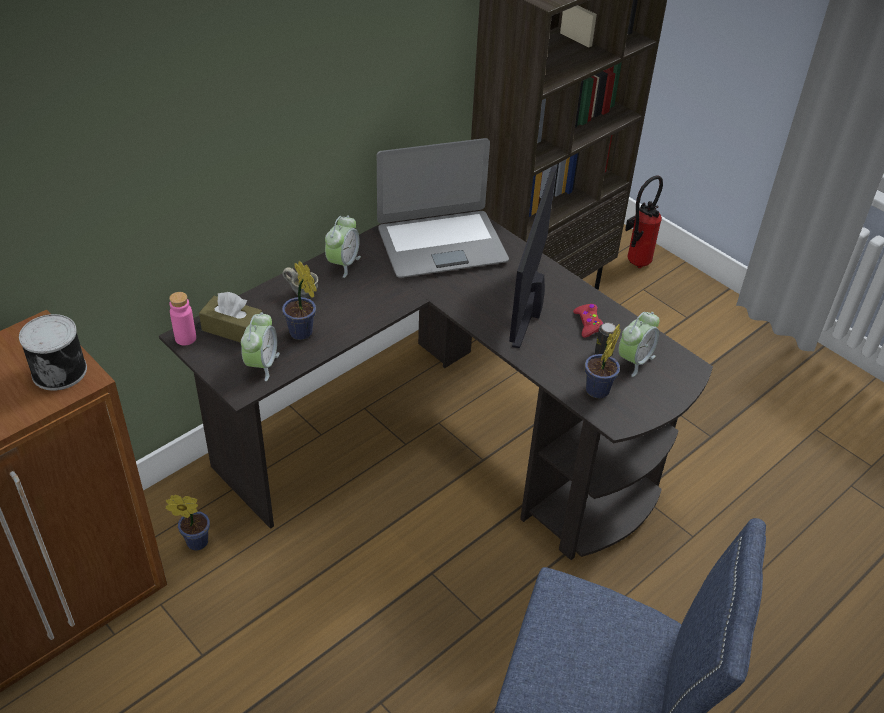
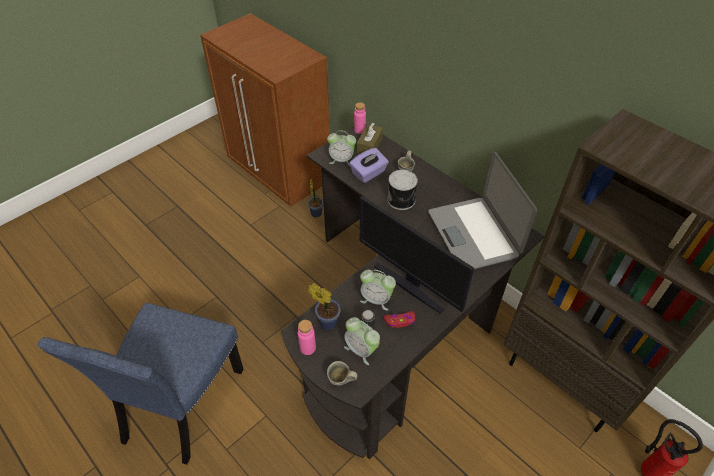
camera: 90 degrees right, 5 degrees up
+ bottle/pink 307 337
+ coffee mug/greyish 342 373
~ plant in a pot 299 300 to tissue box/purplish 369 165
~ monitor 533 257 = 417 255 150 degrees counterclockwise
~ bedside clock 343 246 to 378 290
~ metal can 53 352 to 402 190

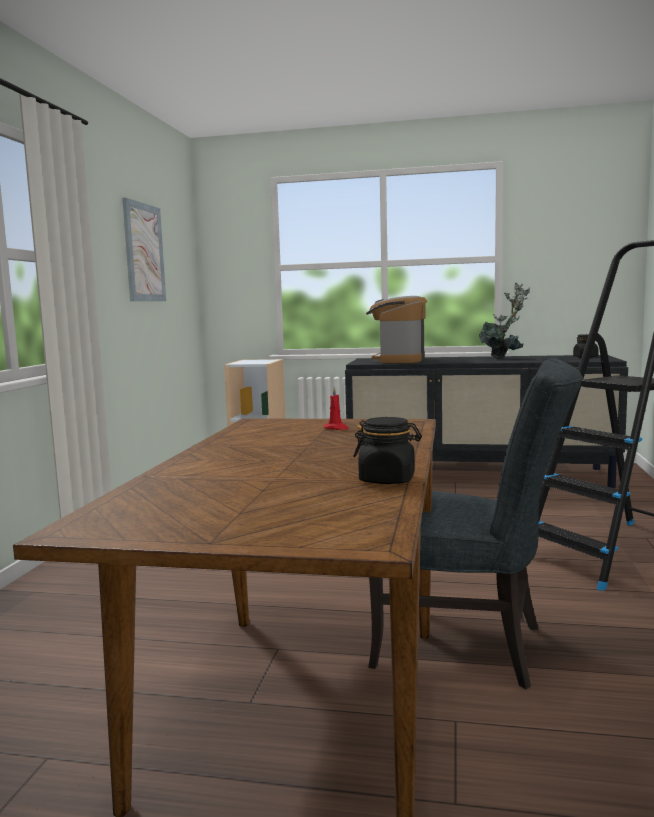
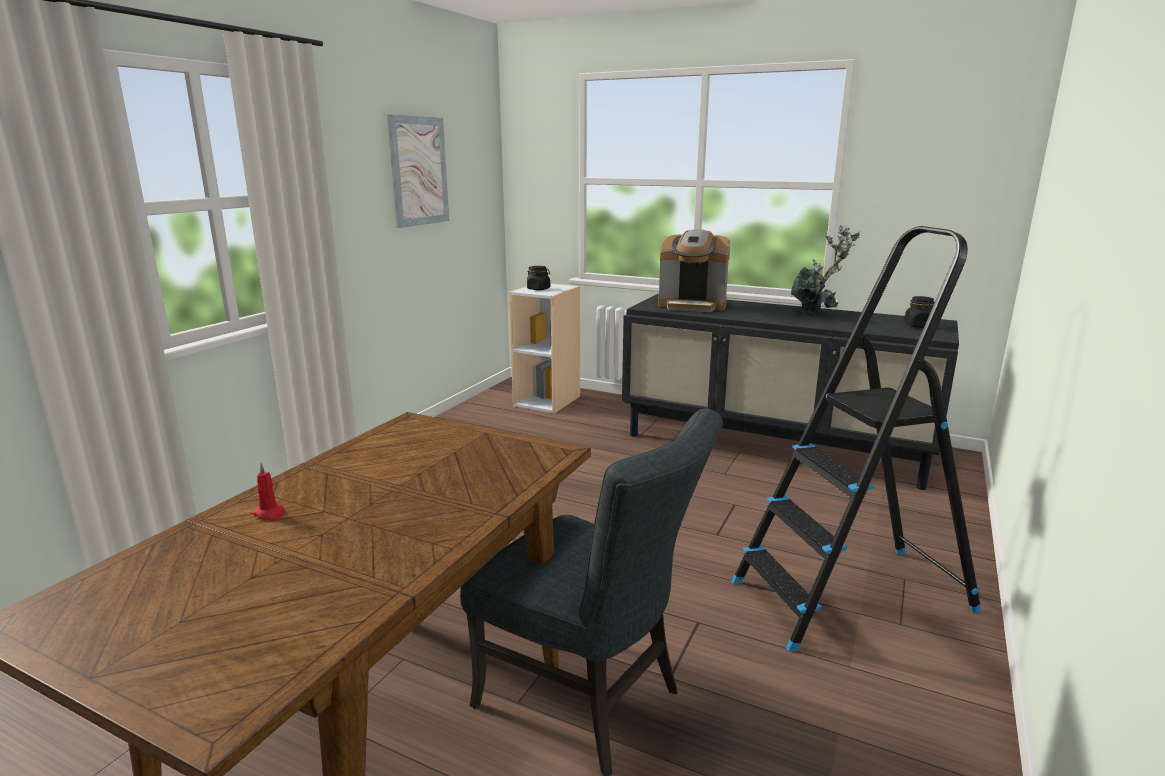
camera: 15 degrees right, 10 degrees up
~ wax candle/red-coloured 336 408 to 268 491
~ storage jar/black-coloured 387 450 to 538 278
~ coffee machine 396 329 = 694 270 105 degrees counterclockwise

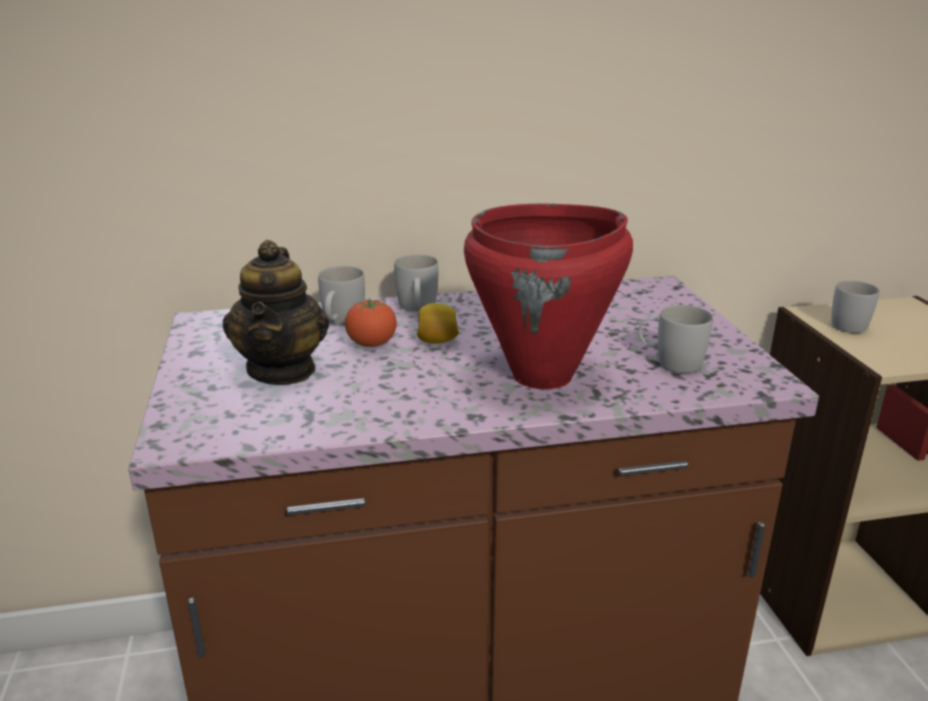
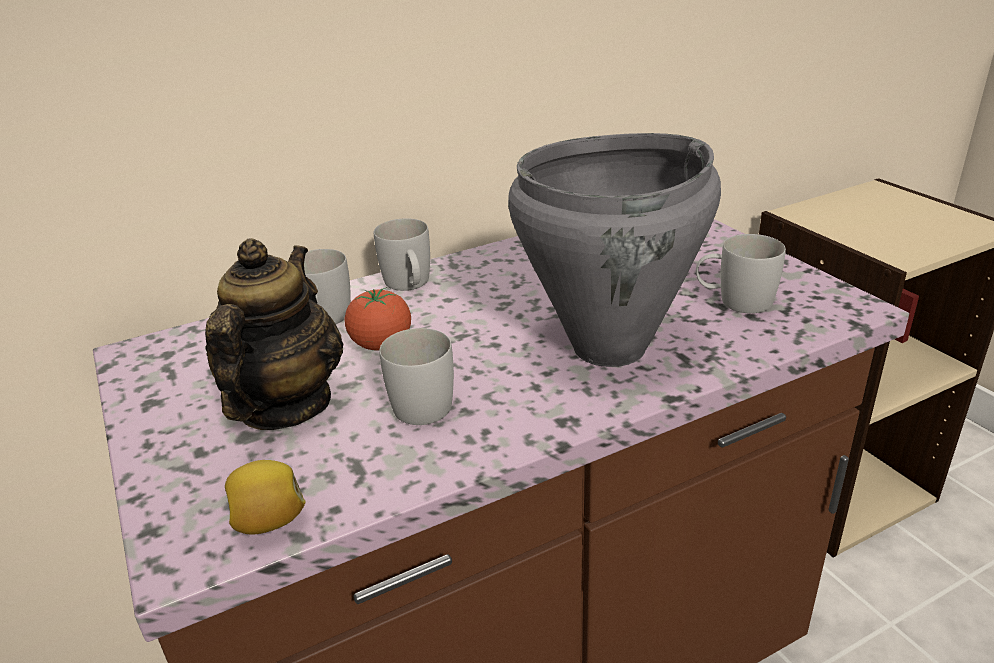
camera: 15 degrees left, 5 degrees up
~ pot for tea 276 312 = 274 334 150 degrees counterclockwise
~ citrus fruit 438 323 to 265 497
~ coffee mug/white 855 307 to 416 376
~ cooking pot/red-coloured 548 296 to cooking pot/greyish 614 250

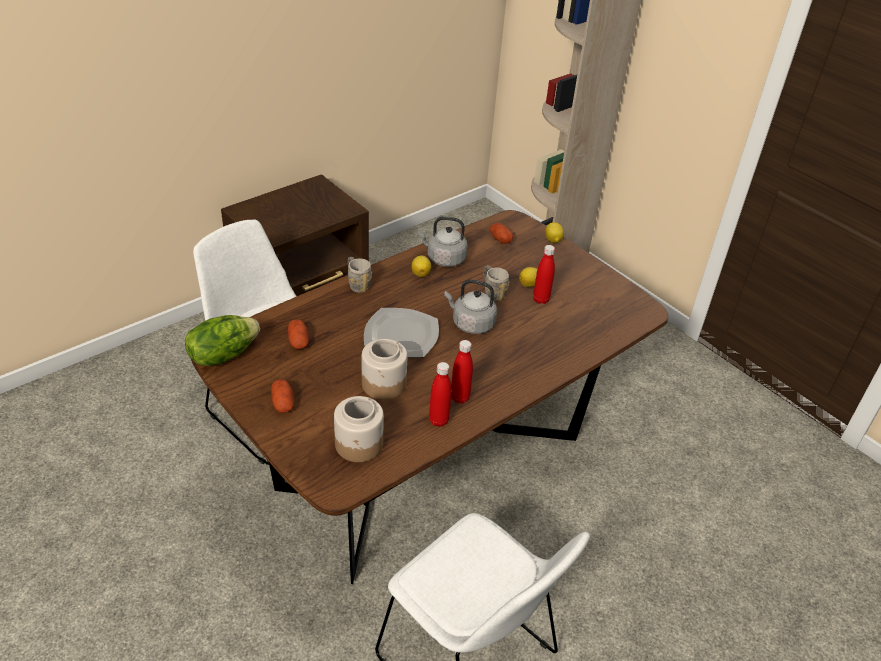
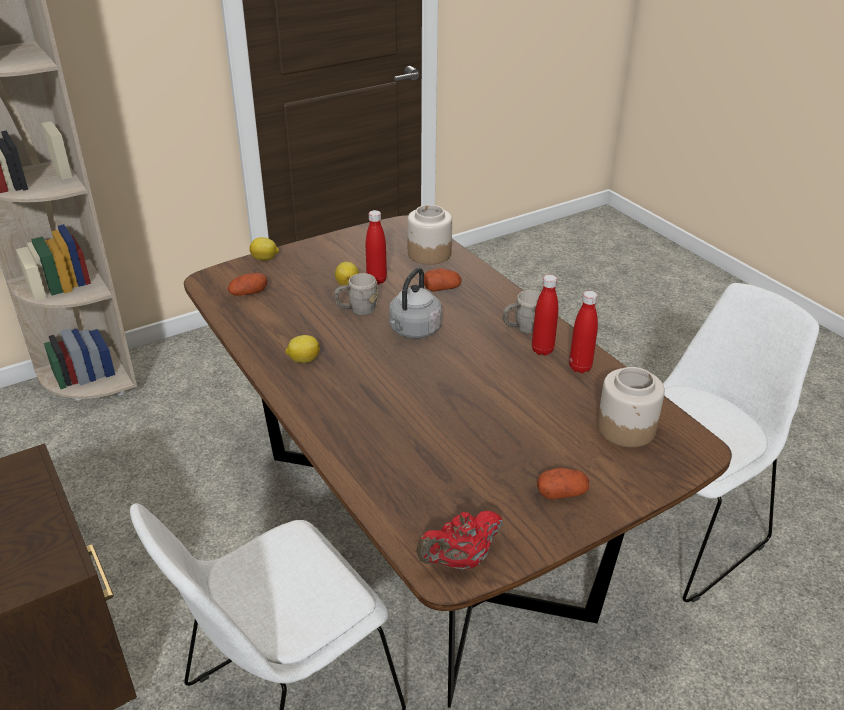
camera: 80 degrees left, 5 degrees down
~ storage jar 384 369 to 429 235
~ lettuce head 222 340 to pot for tea/red-coloured 459 539
~ whole potato 298 334 to 442 280
~ coffee mug/greyish 360 275 to 522 312
- flat dish 401 333
- water kettle/greyish 442 242

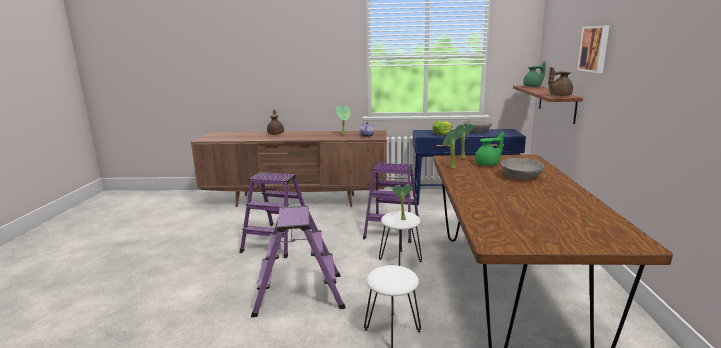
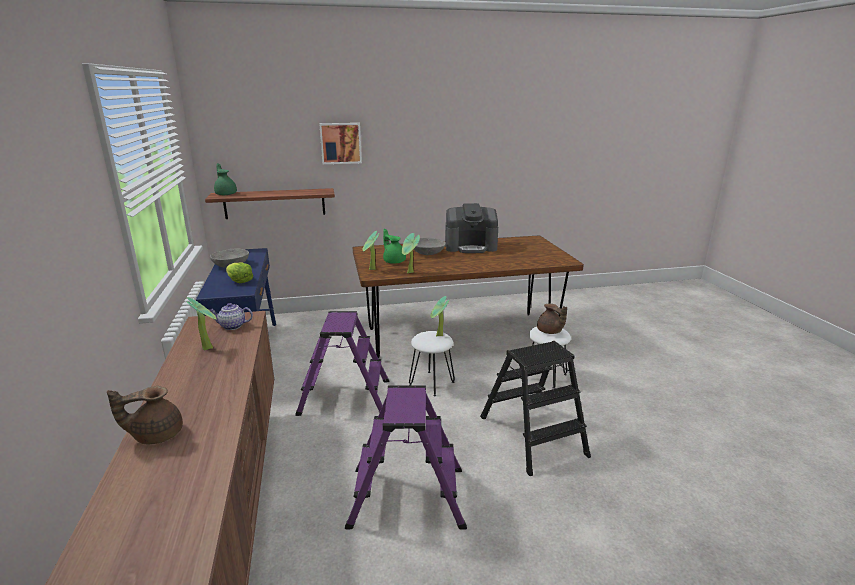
camera: 105 degrees left, 5 degrees up
+ coffee machine 471 228
~ stepladder/purplish 298 261 to stepladder/black-coloured 535 408
~ pot for tea/brownish 560 81 to 552 319

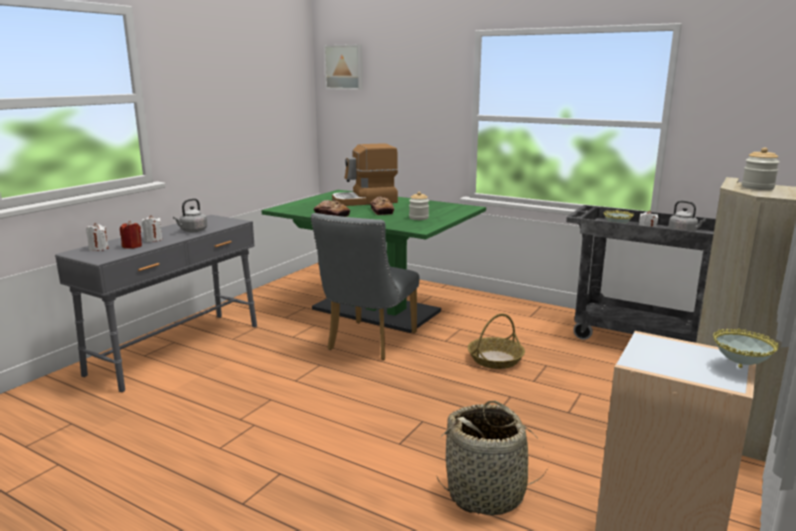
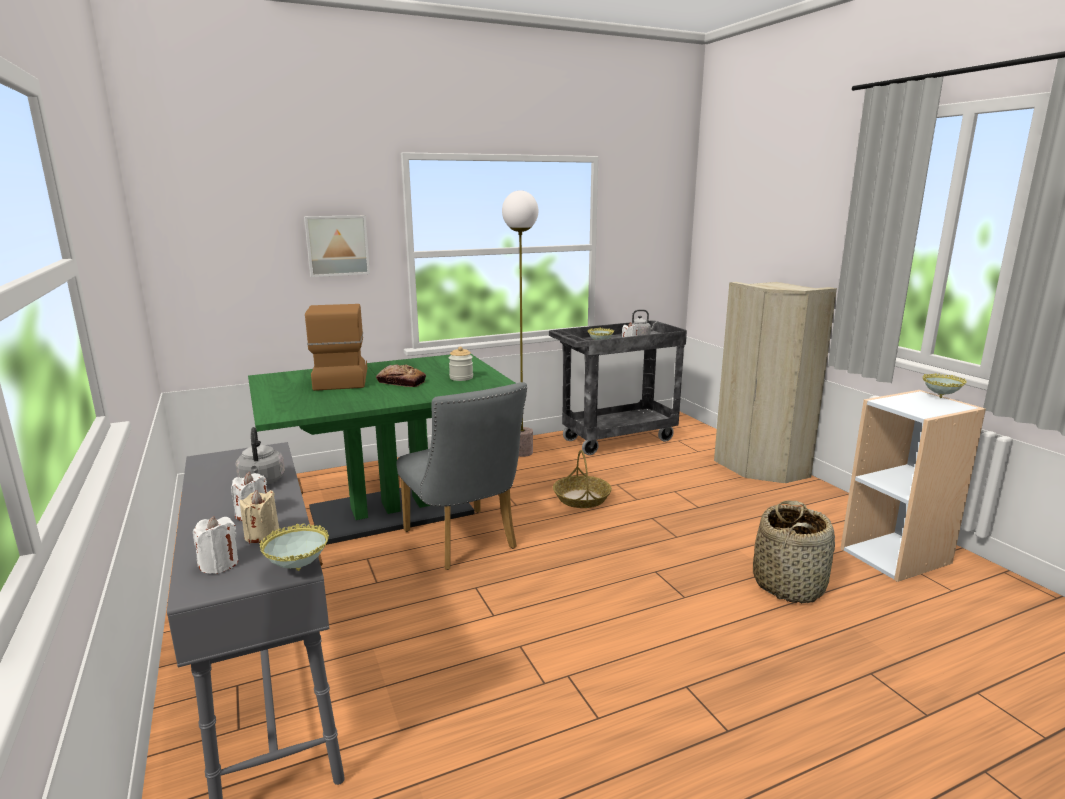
camera: 55 degrees left, 0 degrees up
~ wax candle/red-coloured 131 235 to wax candle/sand-coloured 260 516
+ bowl 294 547
~ wall art 343 67 to 337 246
~ coffee machine 365 174 = 336 347 150 degrees clockwise
+ floor lamp 520 323
- bread 332 208
- storage jar 761 168

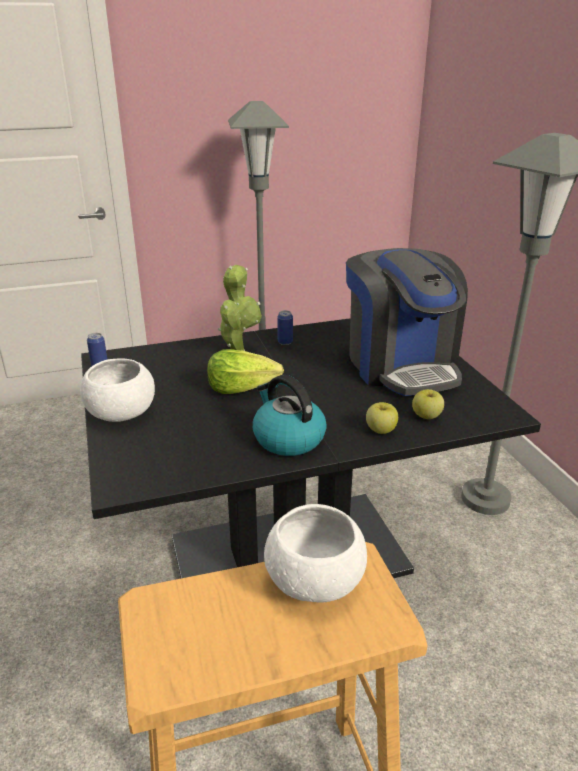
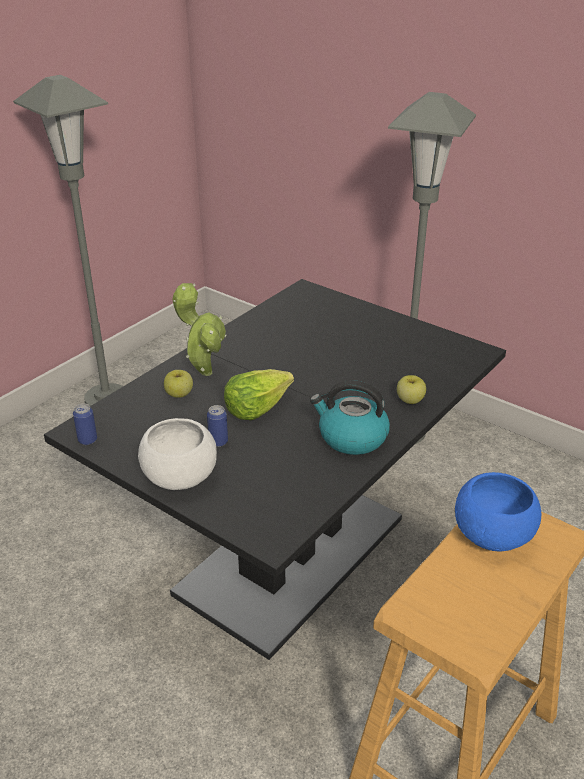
camera: 35 degrees left, 5 degrees up
~ whole apple 428 404 to 178 384
~ metal can 285 327 to 217 426
~ bowl/white 315 553 to bowl/blue-coloured 498 512
- coffee machine 407 322

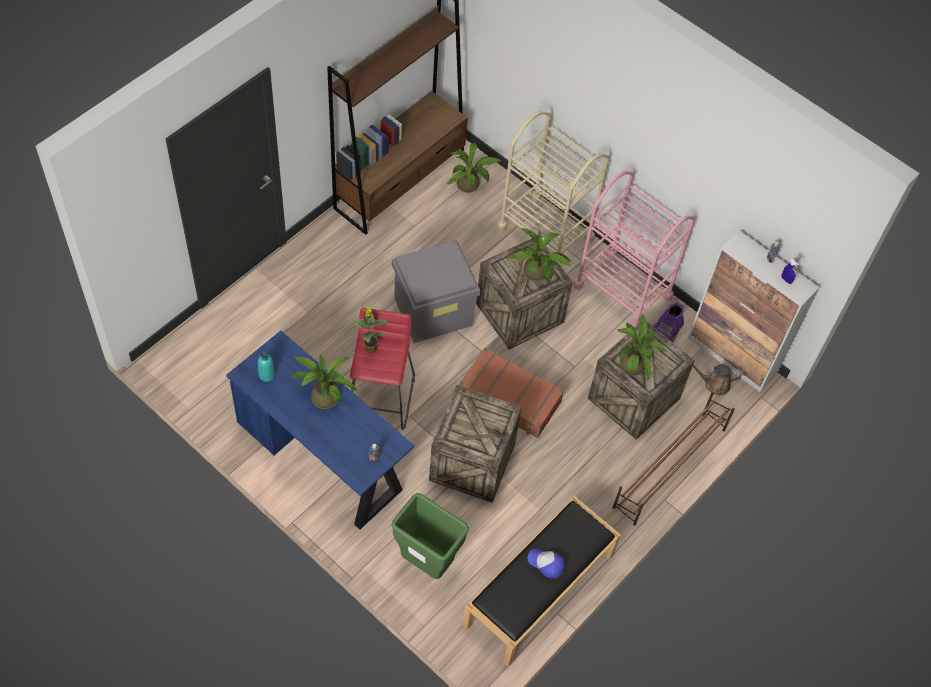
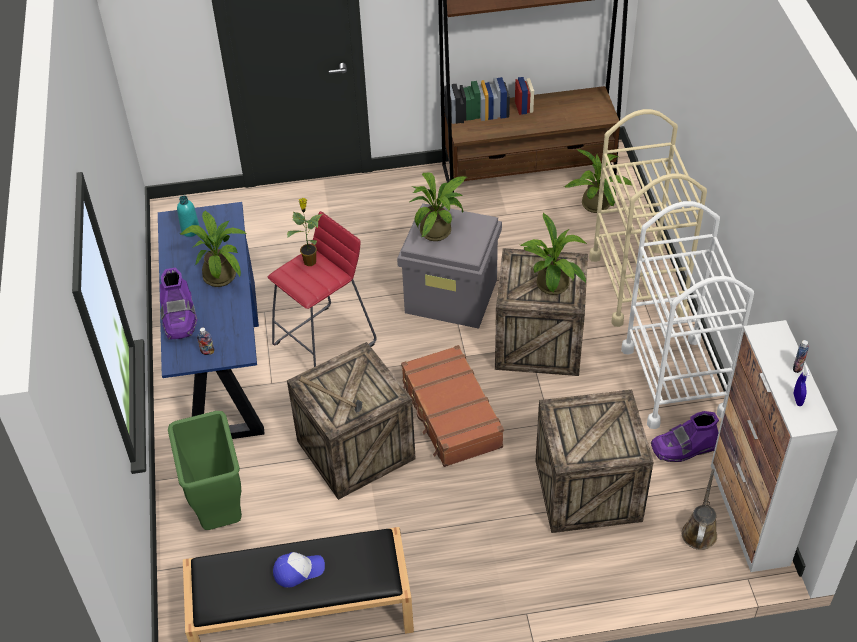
camera: 45 degrees right, 10 degrees down
+ tall boot/purplish 178 303
~ peaked cap 546 564 = 299 569 90 degrees clockwise
~ plant in a pot 642 347 to 438 206
~ cart/pink 634 249 to cart/white 687 315
~ watering pot/brownish 717 379 = 699 509 60 degrees clockwise
- shoe shelf/brownish 674 459

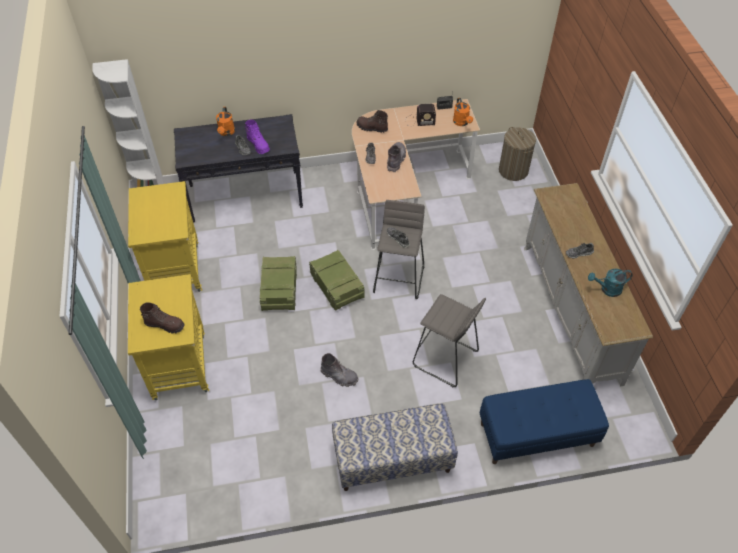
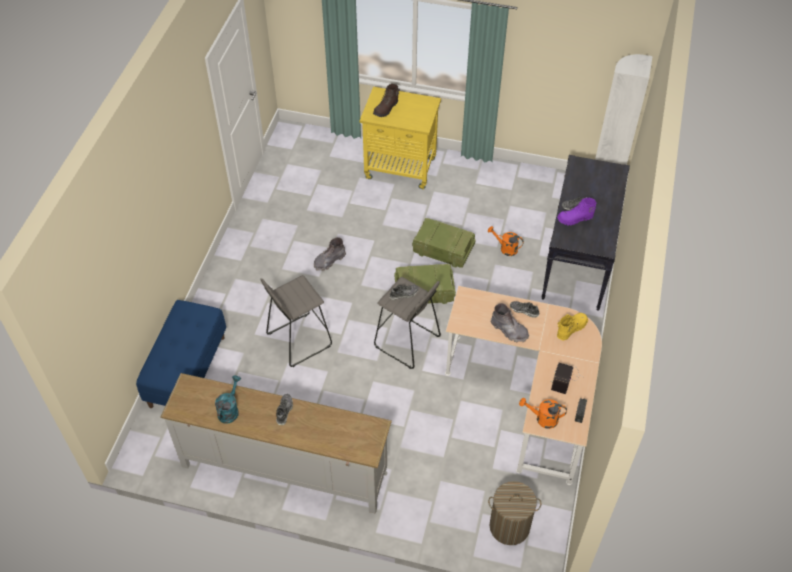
camera: 115 degrees right, 0 degrees up
~ watering pot/orange-coloured 225 121 to 506 241
~ tall boot/brownish 372 121 to tall boot/yellow 572 326
- cart/yellow 165 236
- long seat 395 447

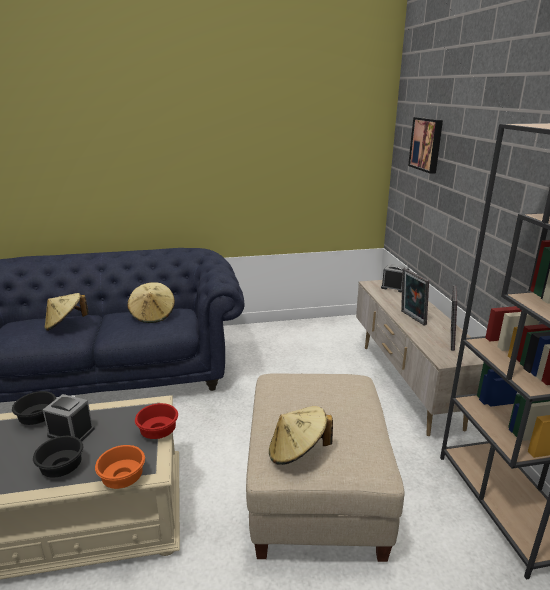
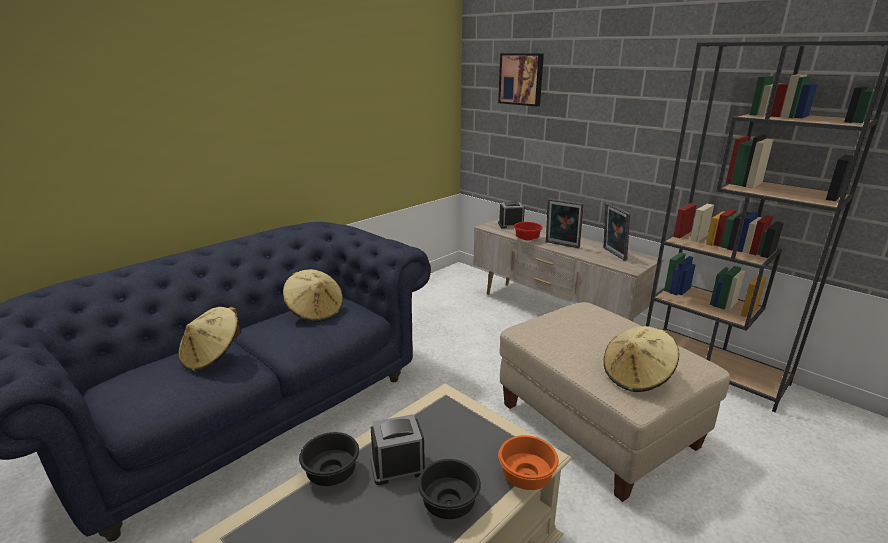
camera: 35 degrees left, 0 degrees up
~ bowl/red-coloured 156 421 to 528 231

